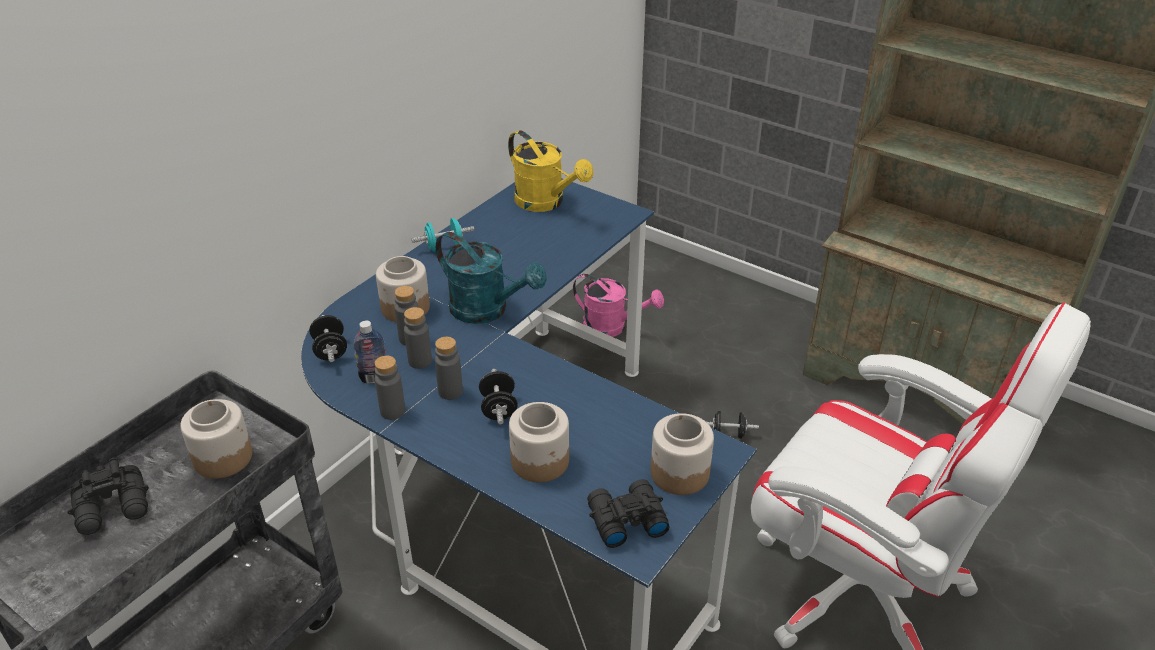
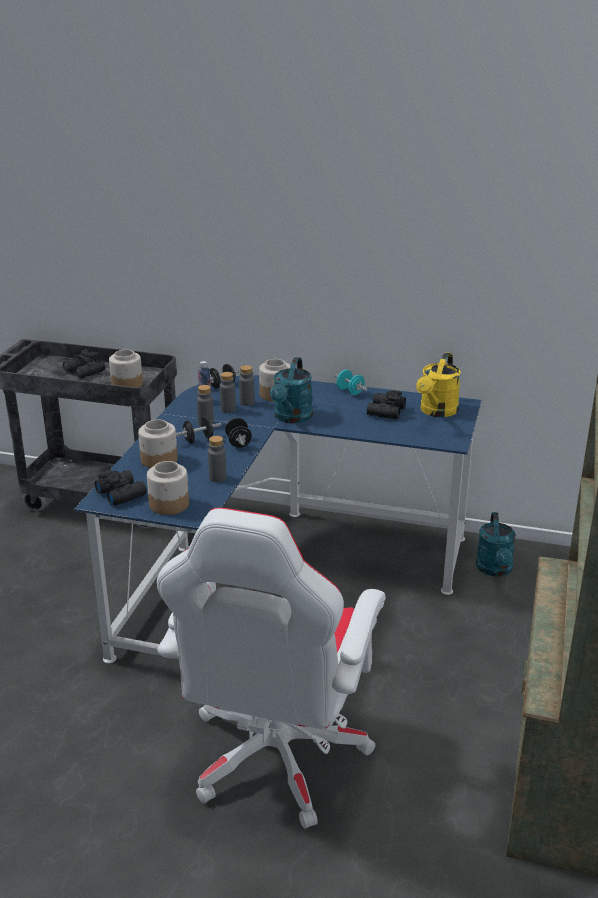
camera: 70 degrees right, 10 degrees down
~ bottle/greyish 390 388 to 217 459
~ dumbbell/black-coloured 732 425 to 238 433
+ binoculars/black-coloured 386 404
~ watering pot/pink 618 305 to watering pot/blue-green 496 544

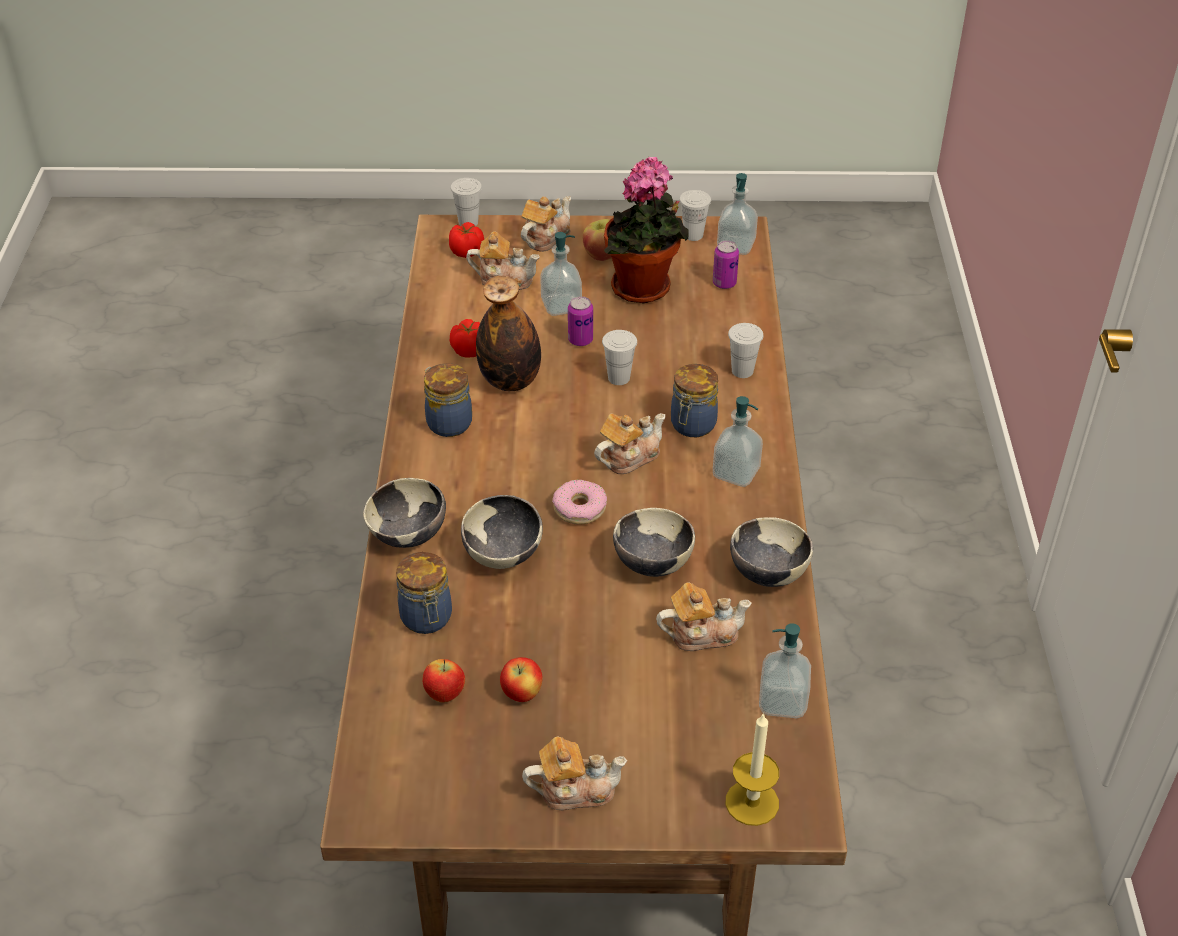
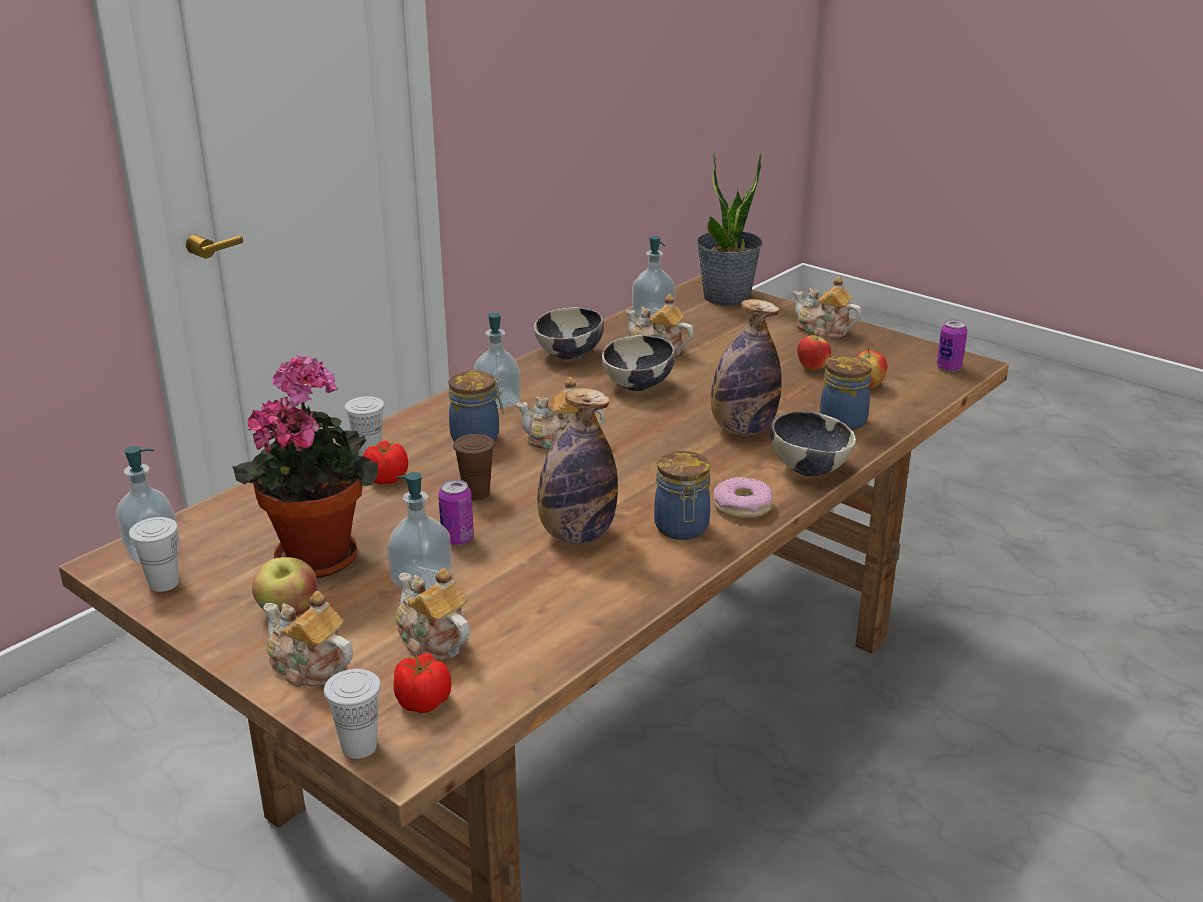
camera: 140 degrees left, 15 degrees down
~ pot for tea 546 224 = 308 639 45 degrees clockwise
~ fresh tomato 465 338 to 385 462
~ small cup/white 619 357 to small cup/brownish 474 467
~ wax candle 752 769 to plant in a pot 730 229
~ bowl 502 532 to bottle 746 367
~ doughnut 579 502 to 743 498
~ metal can 726 265 to 952 345

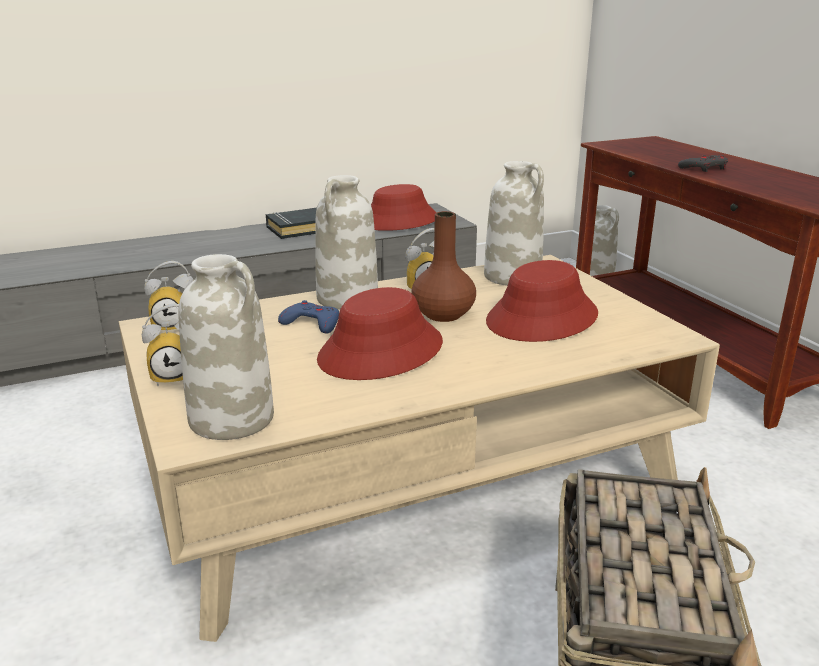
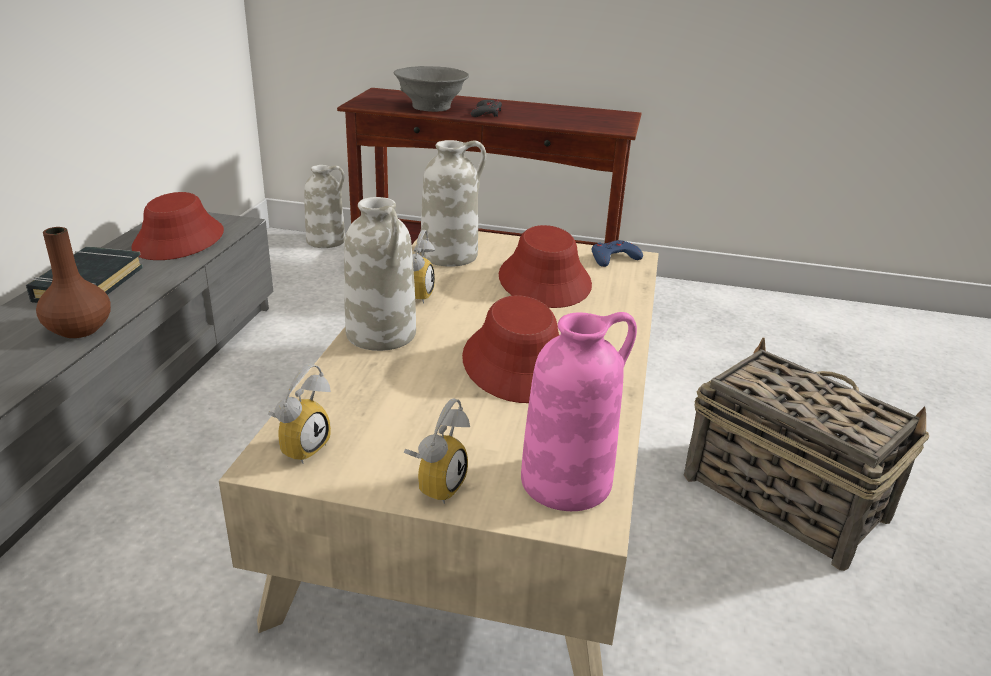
camera: 55 degrees left, 5 degrees up
~ vase/brownish 443 266 to 73 282
+ bowl/greyish 431 89
~ vase/white 226 347 to vase/pink 579 411
~ game controller/blue-coloured 308 316 to 617 253

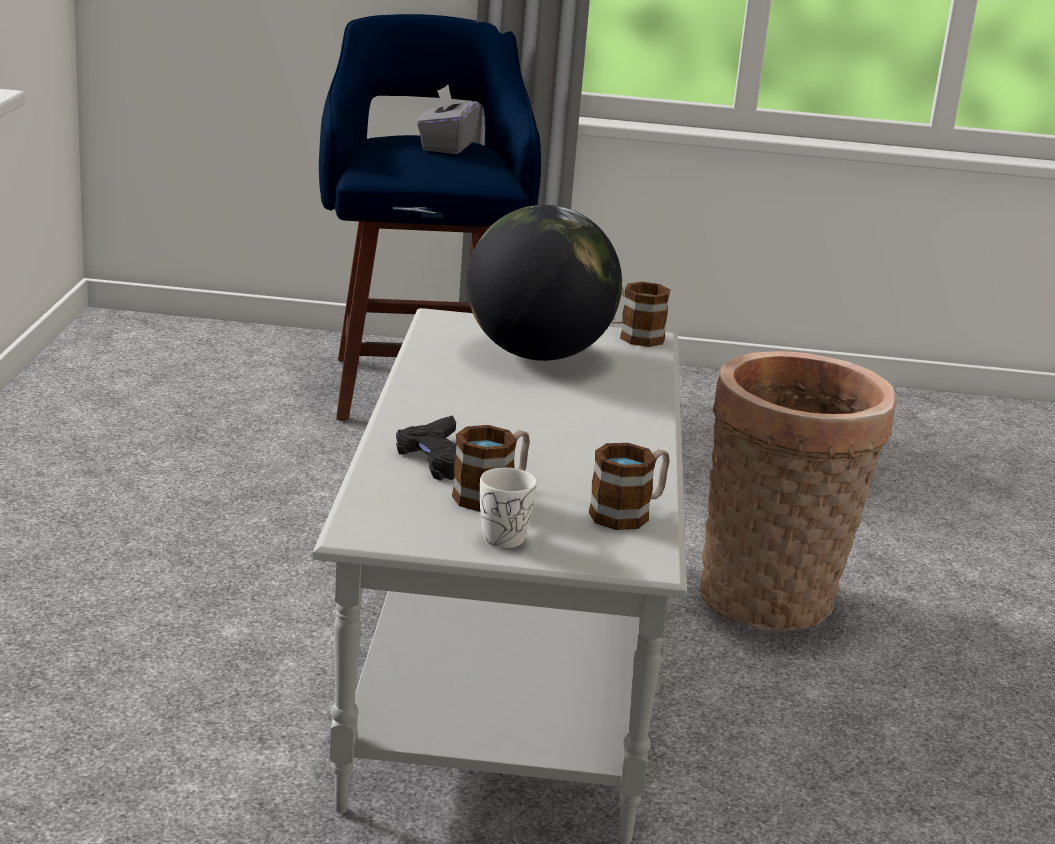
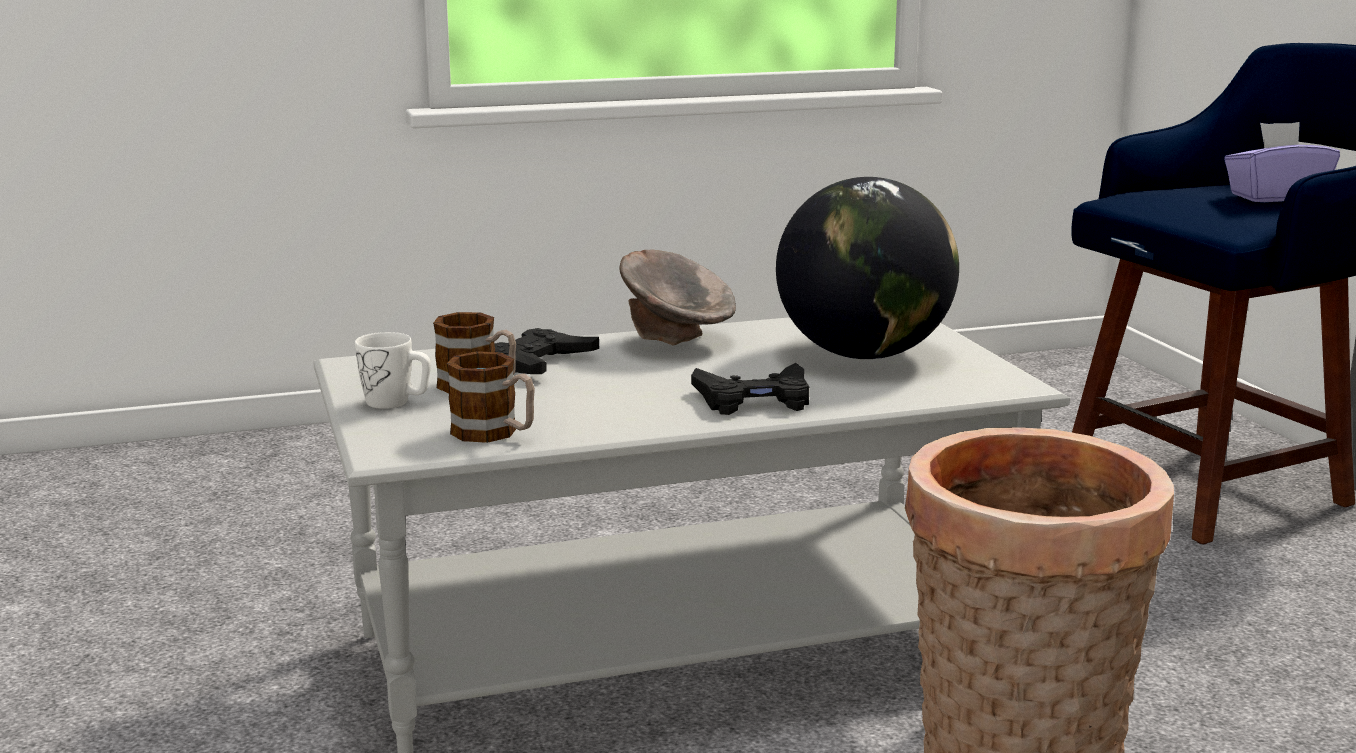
camera: 70 degrees right, 5 degrees down
+ bowl/greyish 678 298
+ game controller/black-coloured 750 389
~ tissue box/greyish 448 119 to tissue box/purplish 1282 162
- coffee mug 641 314

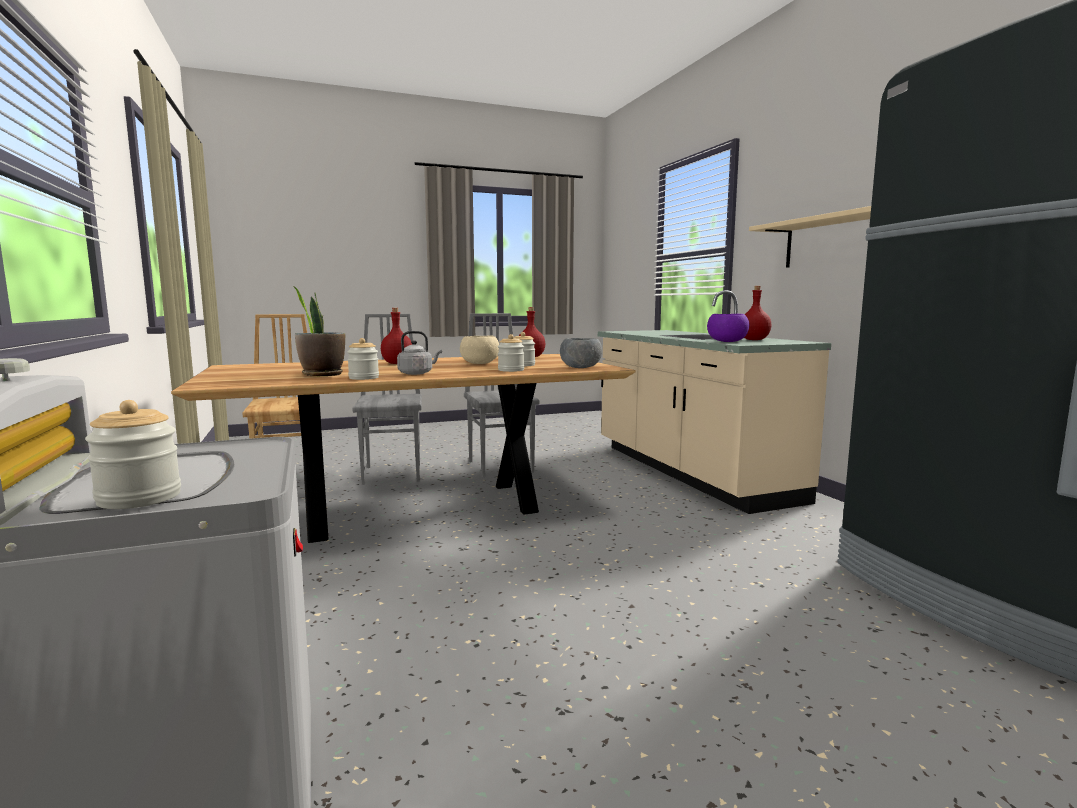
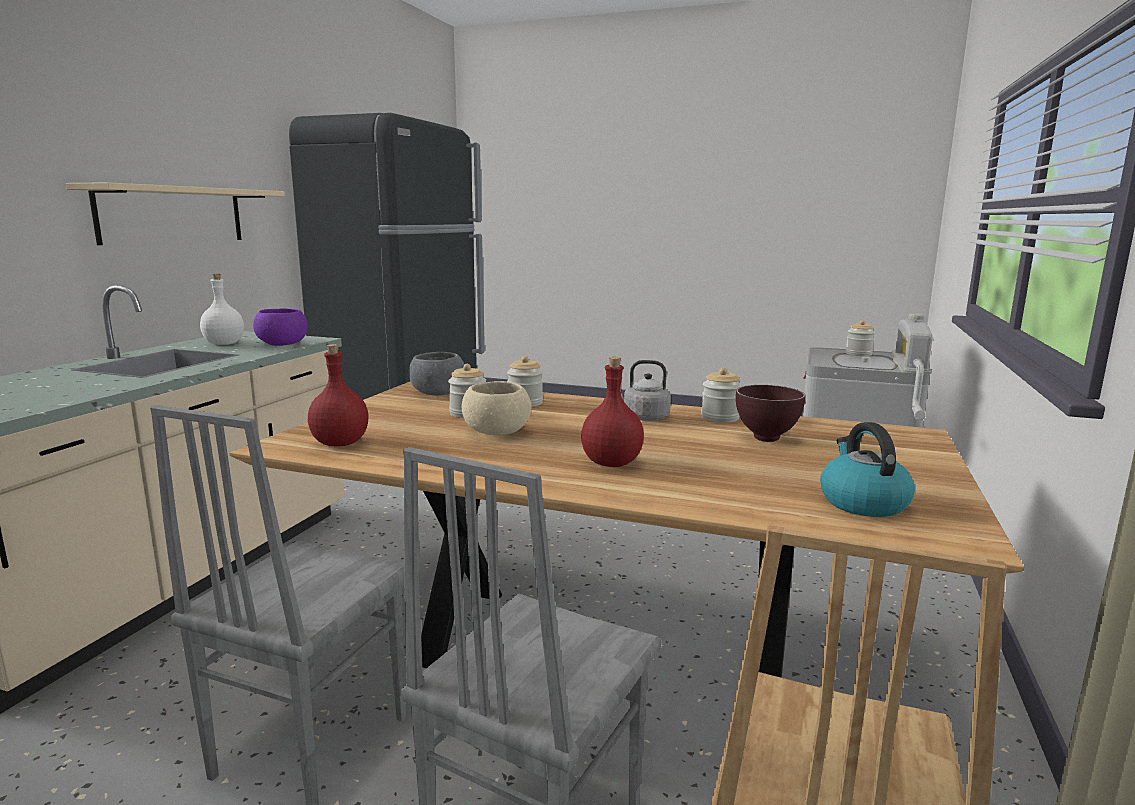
camera: 140 degrees left, 5 degrees up
~ bottle/red-coloured 757 313 to bottle/white 222 309
~ plant in a pot 319 331 to bowl/brownish 770 413
+ water kettle 867 469

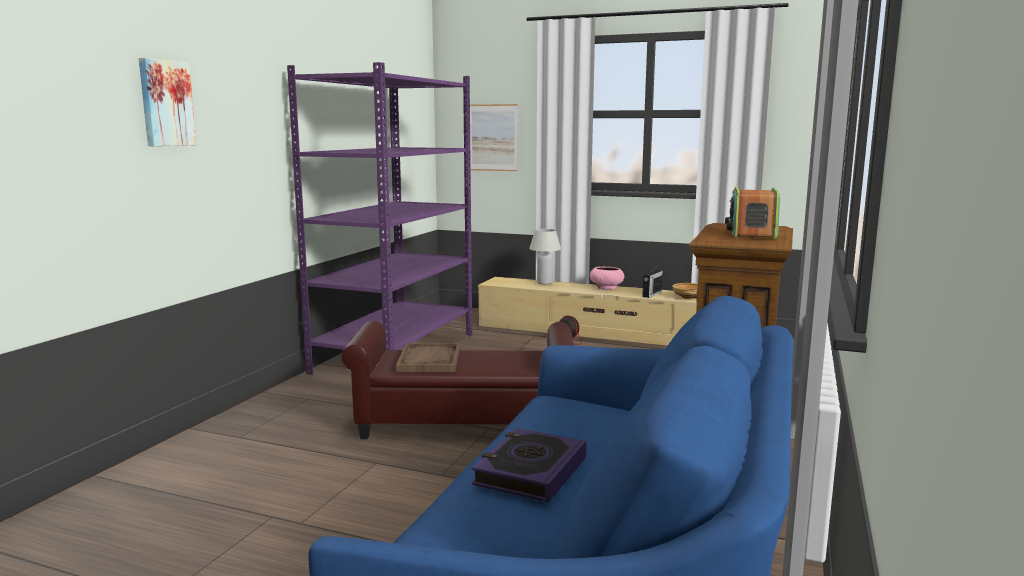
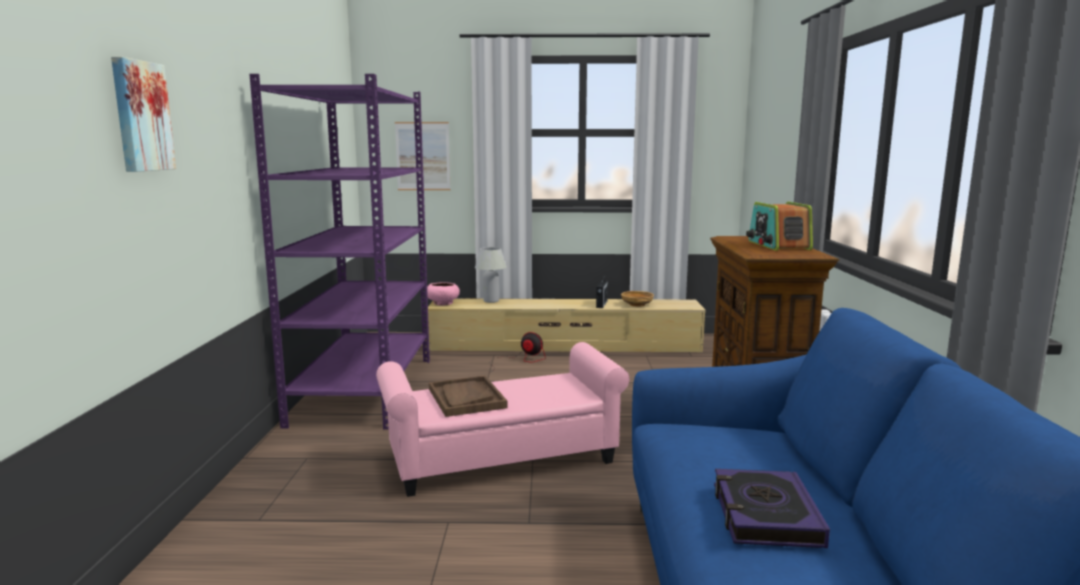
camera: 20 degrees left, 0 degrees up
~ ottoman/brownish 457 380 to ottoman/pink 502 419
~ bowl/pink 607 278 to 443 293

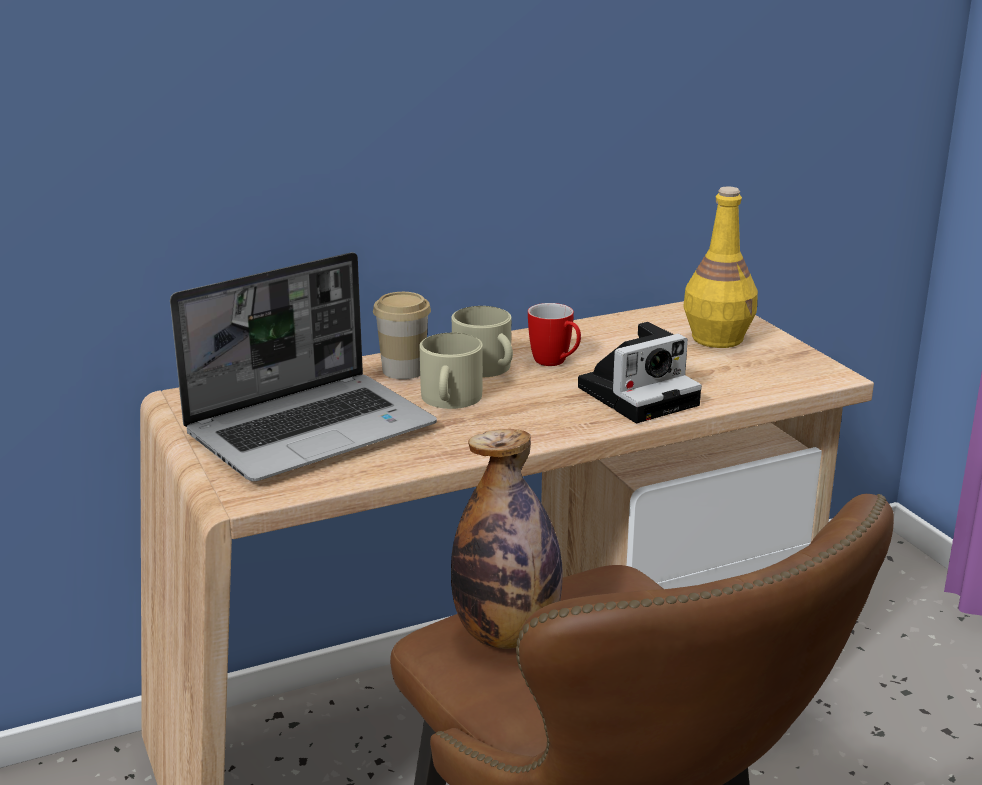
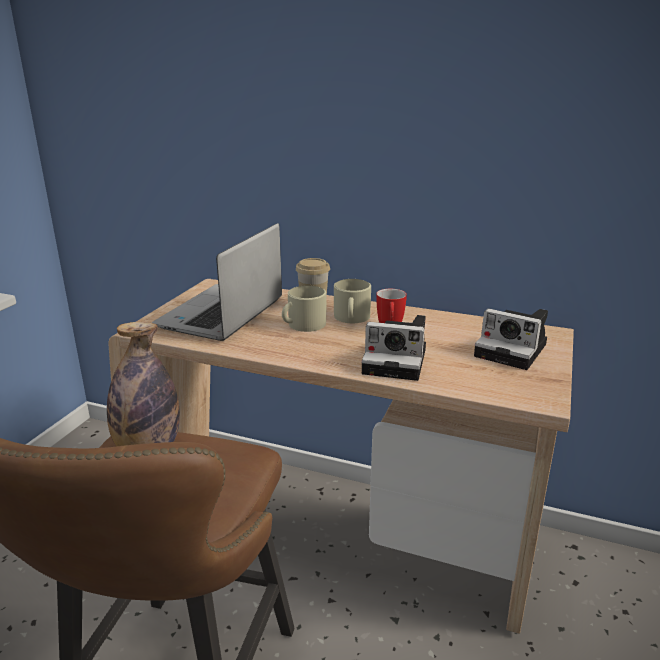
camera: 45 degrees right, 0 degrees up
~ portable computer 303 366 = 217 282 105 degrees clockwise
~ bottle/yellow 720 267 to still camera 511 339

